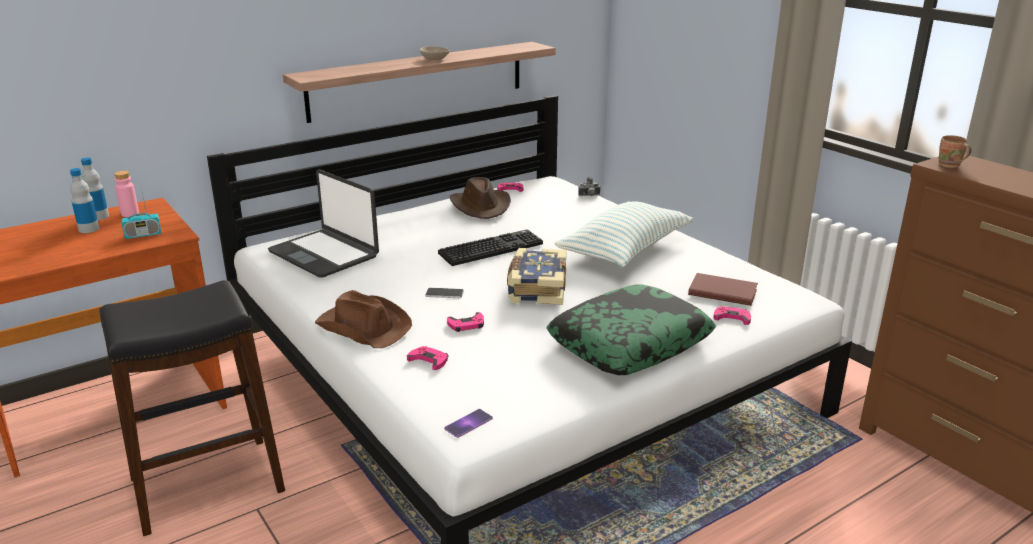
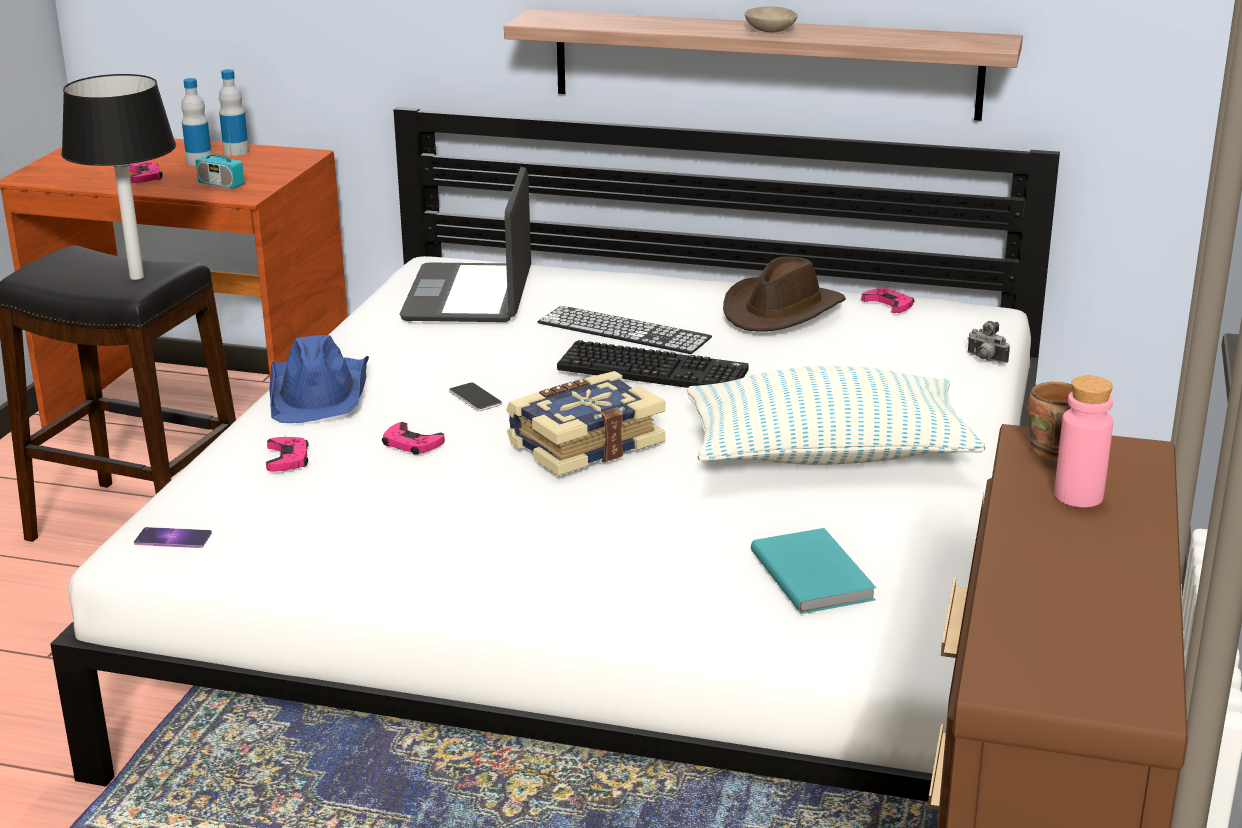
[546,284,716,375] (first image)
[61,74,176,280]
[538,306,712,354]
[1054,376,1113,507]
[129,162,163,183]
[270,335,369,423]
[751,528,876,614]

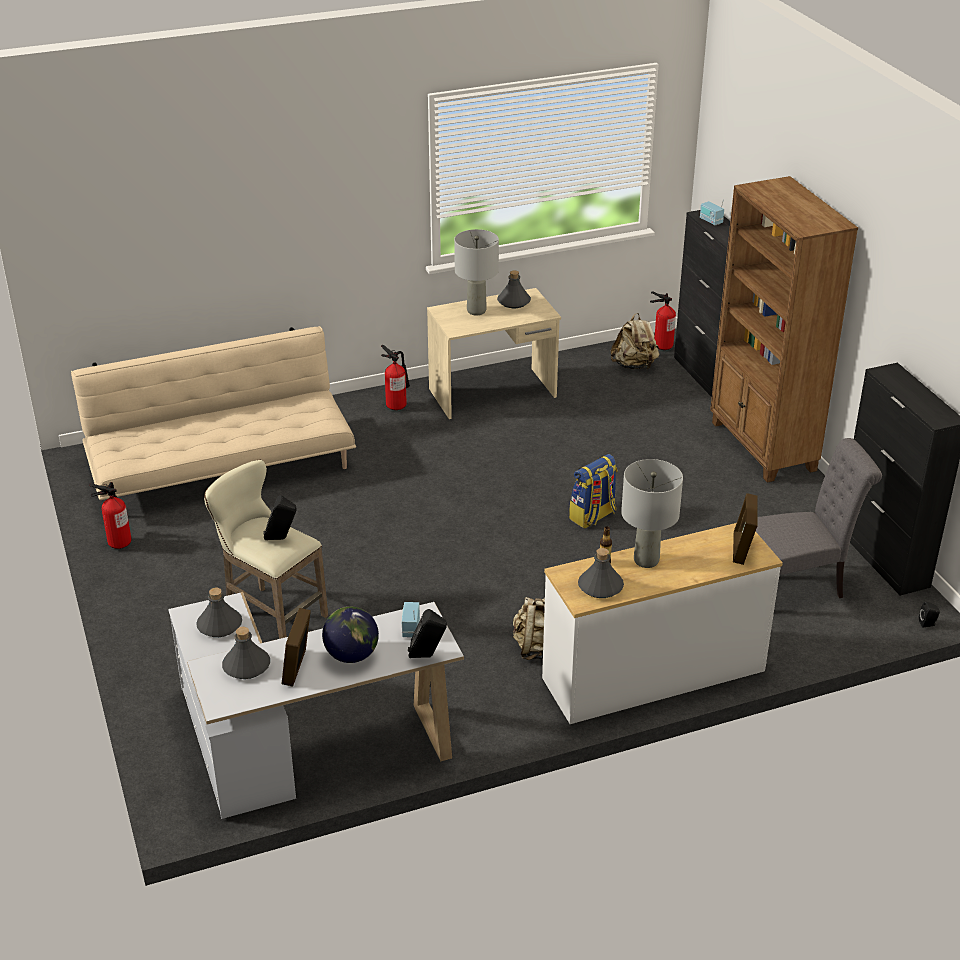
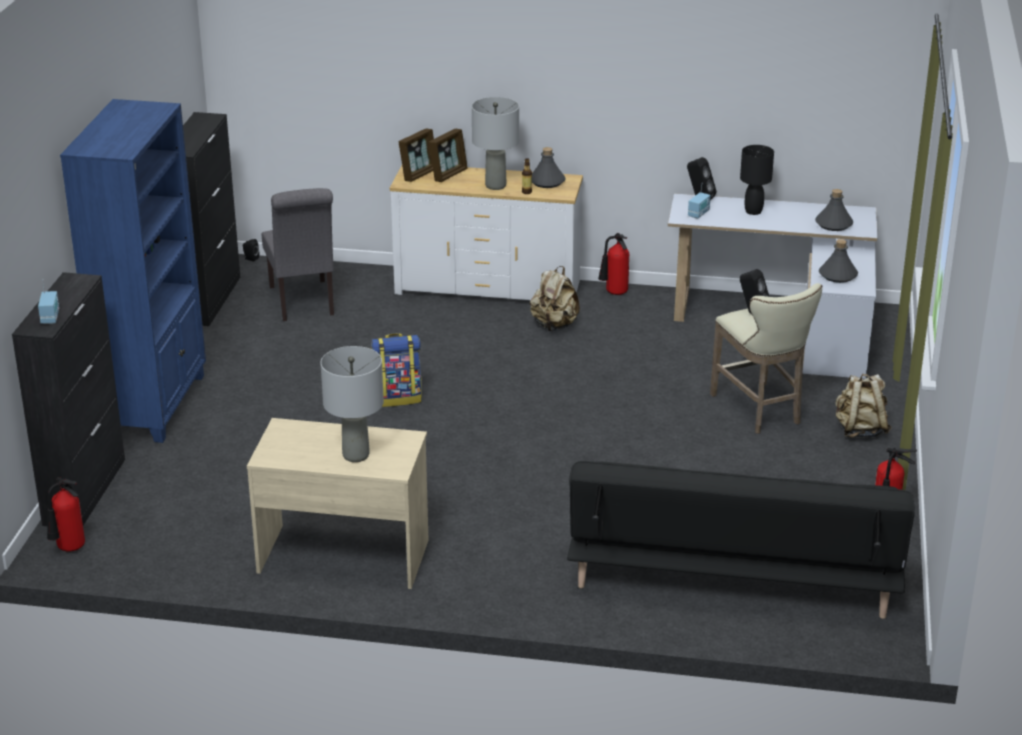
[497,271,531,308] (first image)
[429,129,468,182]
[598,233,629,295]
[835,374,892,438]
[740,145,774,215]
[567,461,915,619]
[60,99,206,443]
[262,188,334,321]

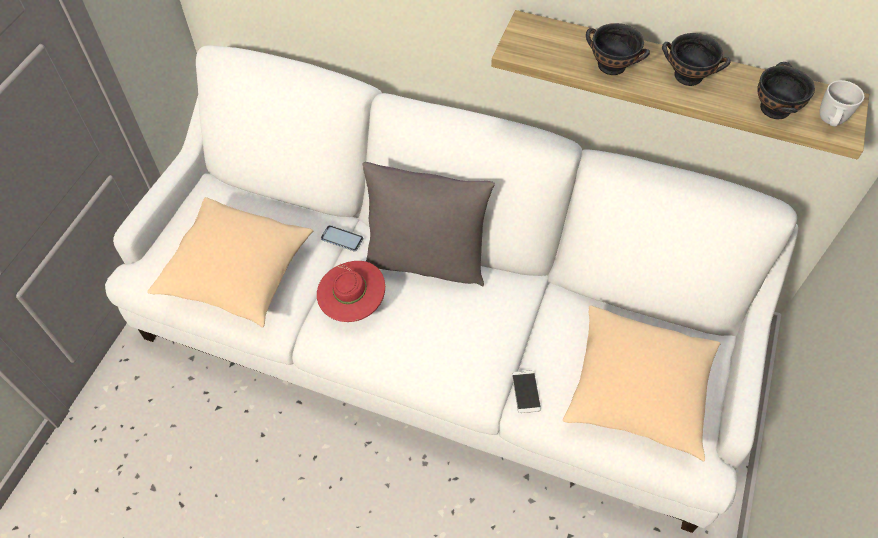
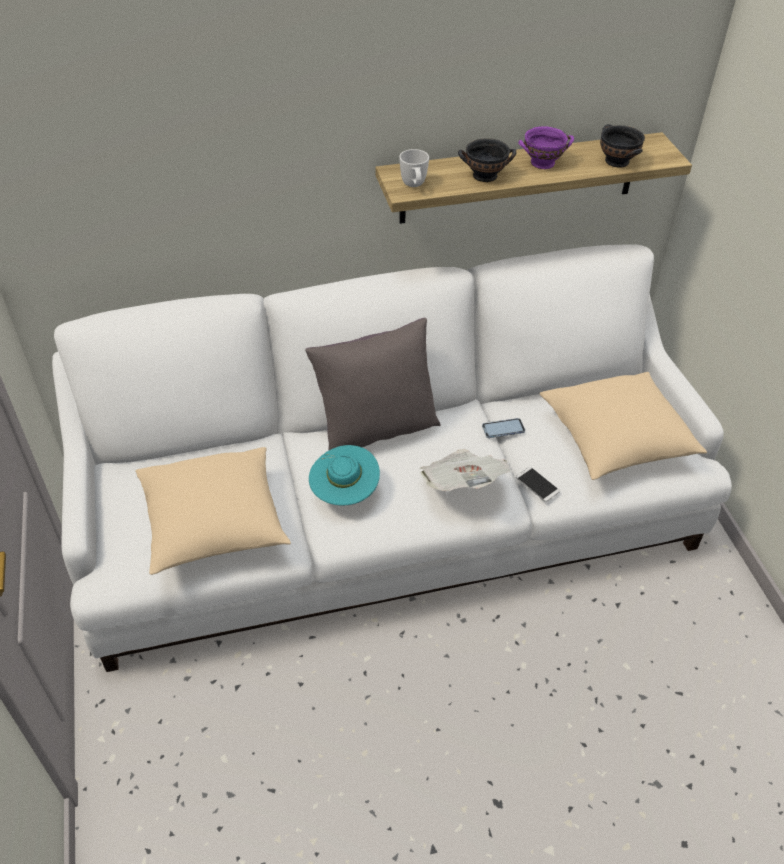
[420,449,511,491]
[482,418,525,438]
[399,149,429,187]
[309,445,380,506]
[518,126,574,169]

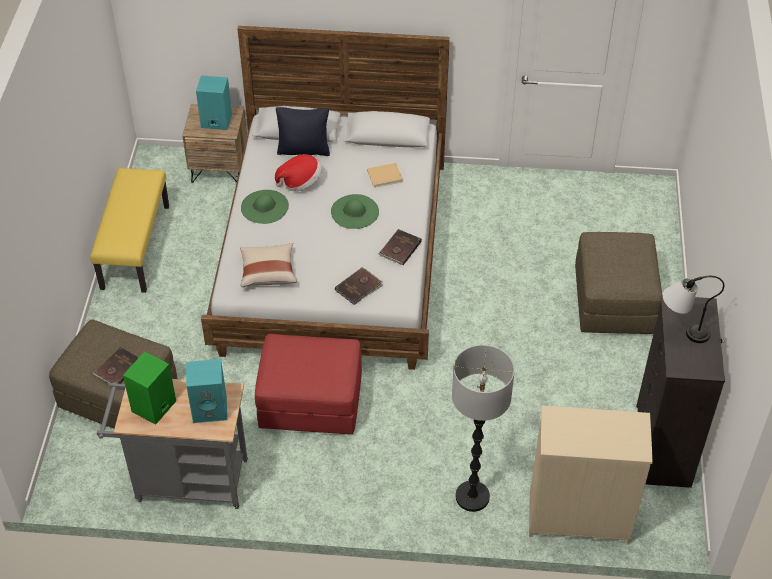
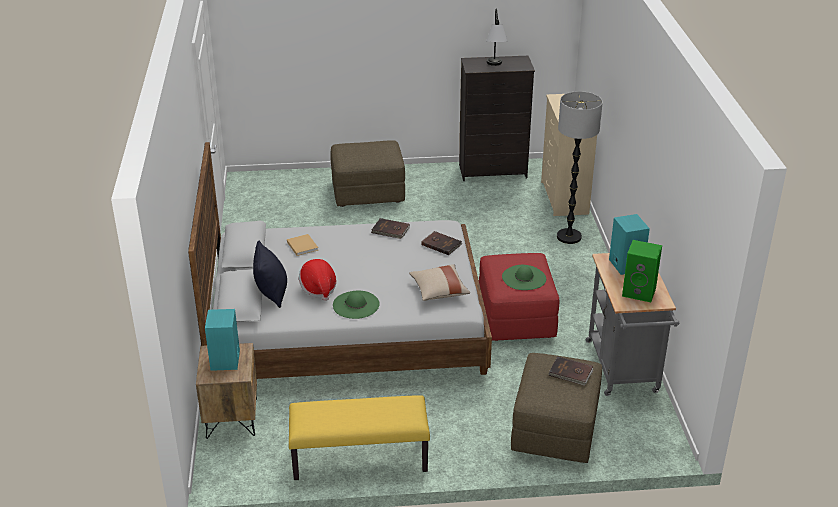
[502,265,546,290]

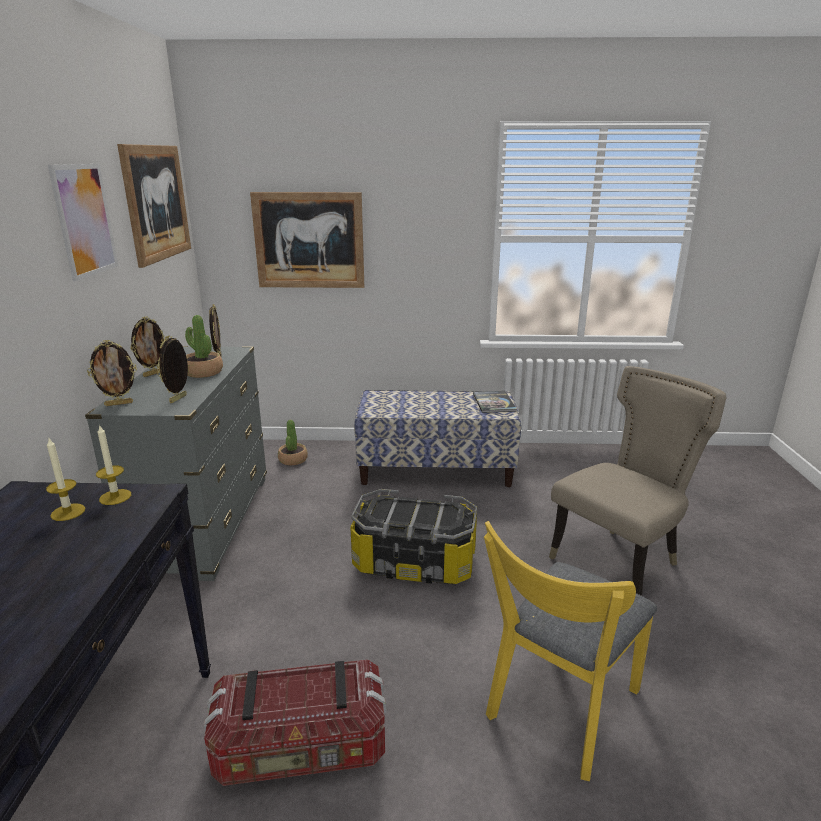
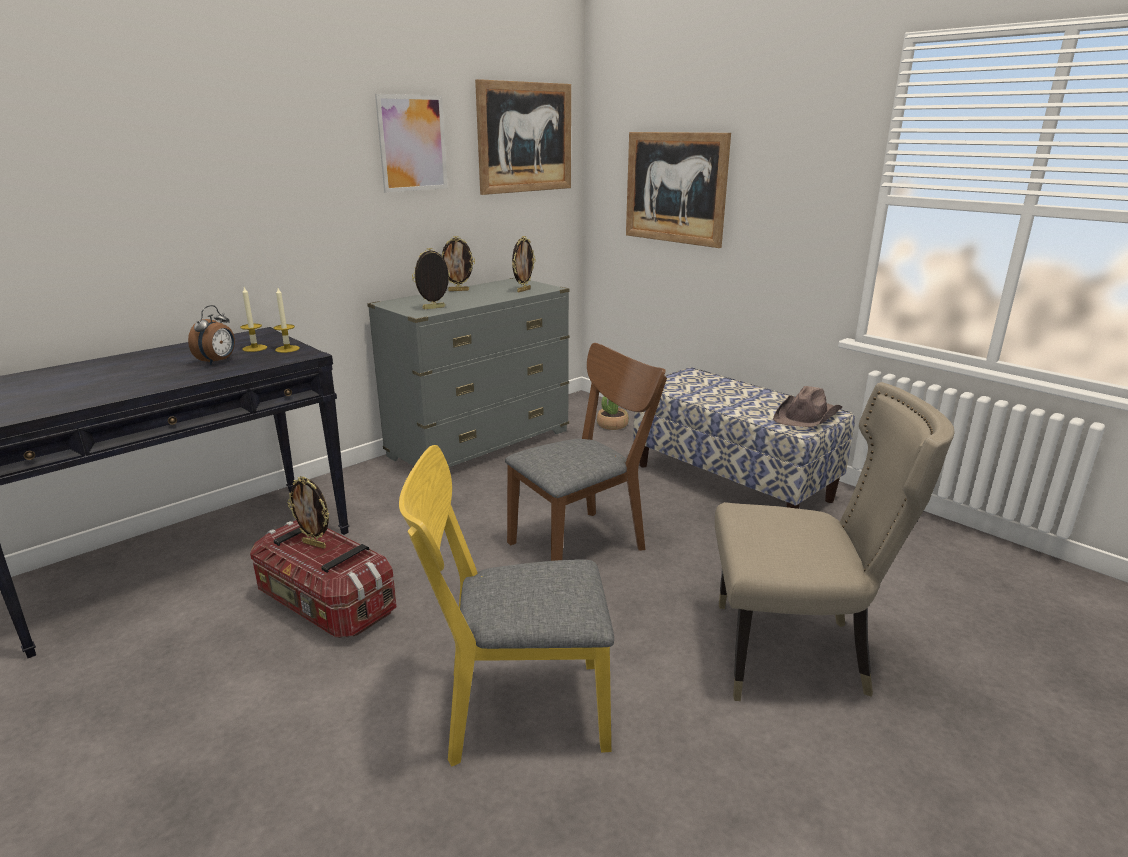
[185,315,223,378] (first image)
[188,305,235,365]
[287,476,329,549]
[505,343,667,561]
[773,386,842,427]

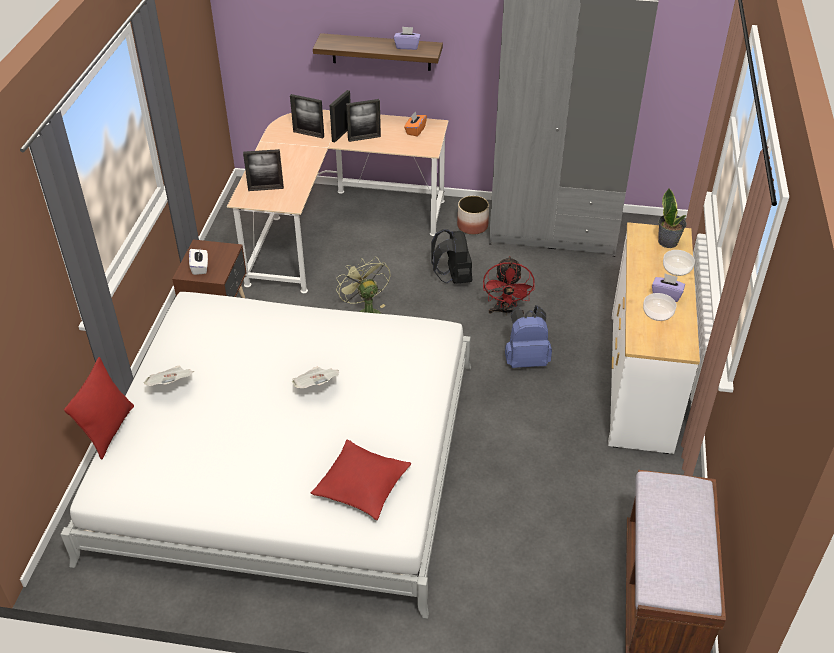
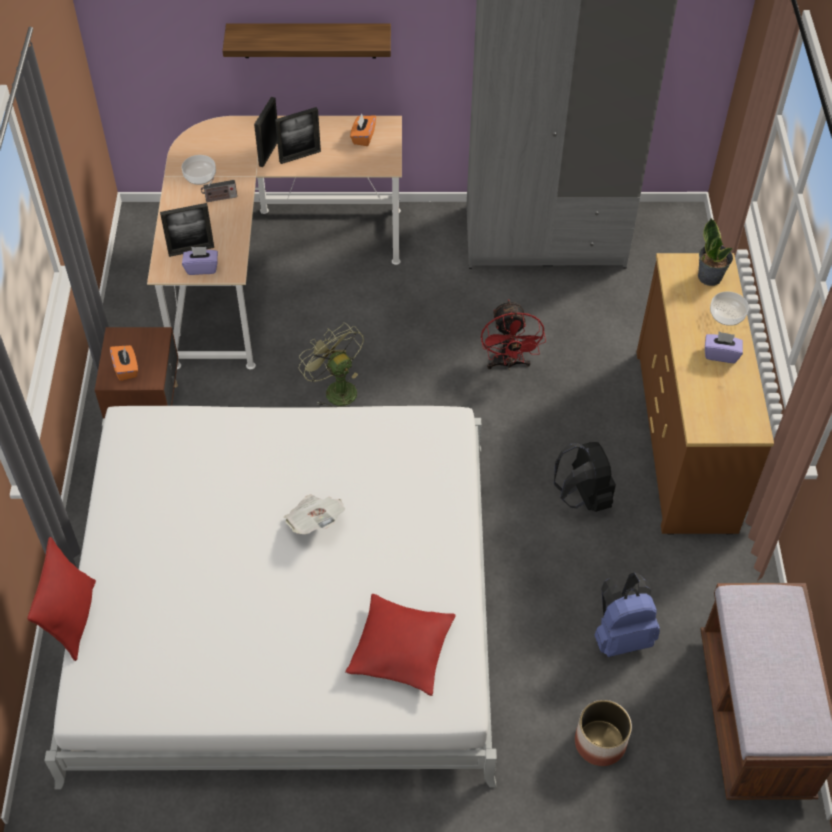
[144,366,194,386] (first image)
[290,94,324,138] (first image)
[201,177,237,202]
[182,247,218,275]
[554,442,616,512]
[575,700,632,766]
[594,573,660,657]
[182,155,216,185]
[110,345,138,381]
[636,253,774,535]

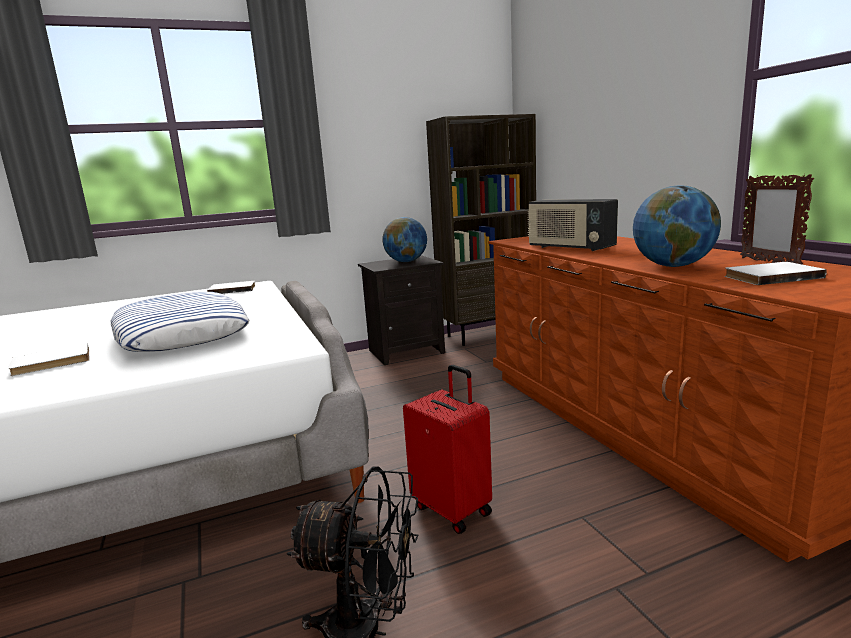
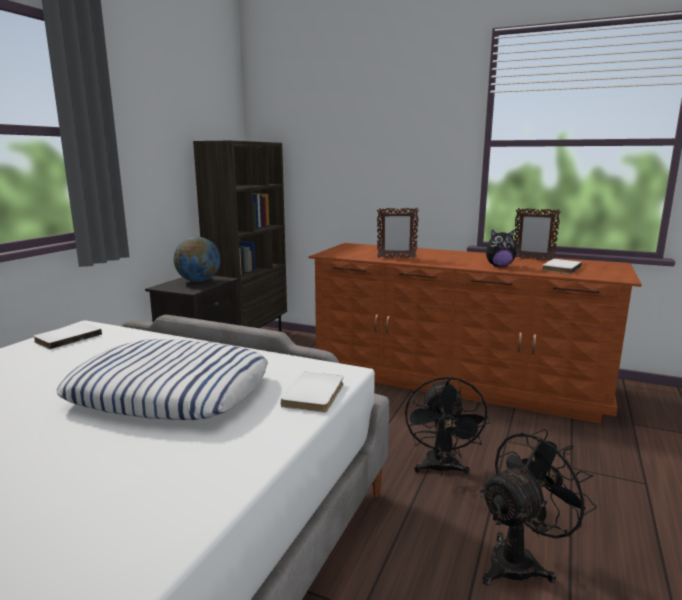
[281,372,343,413]
[405,376,490,476]
[377,208,419,258]
[486,230,516,267]

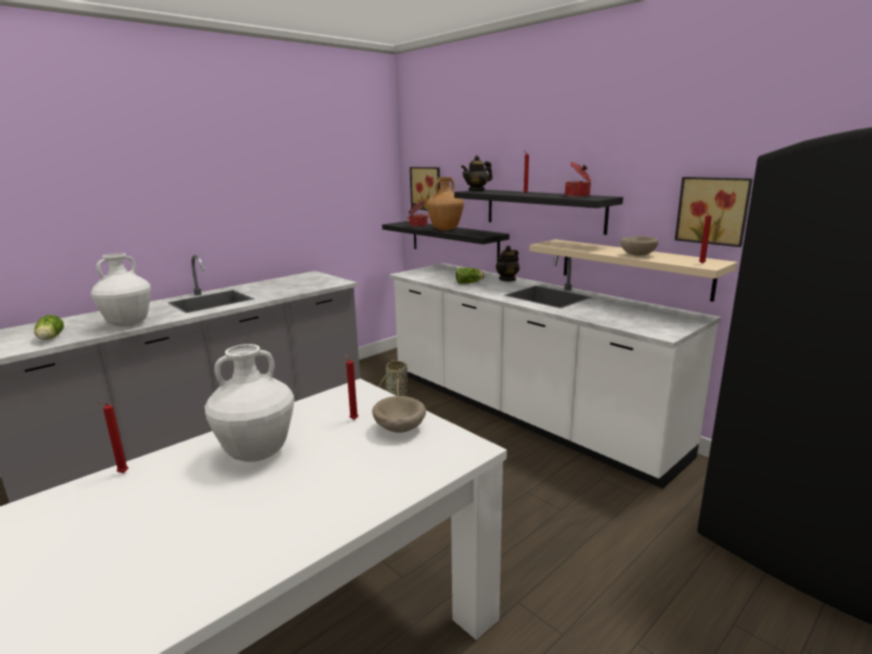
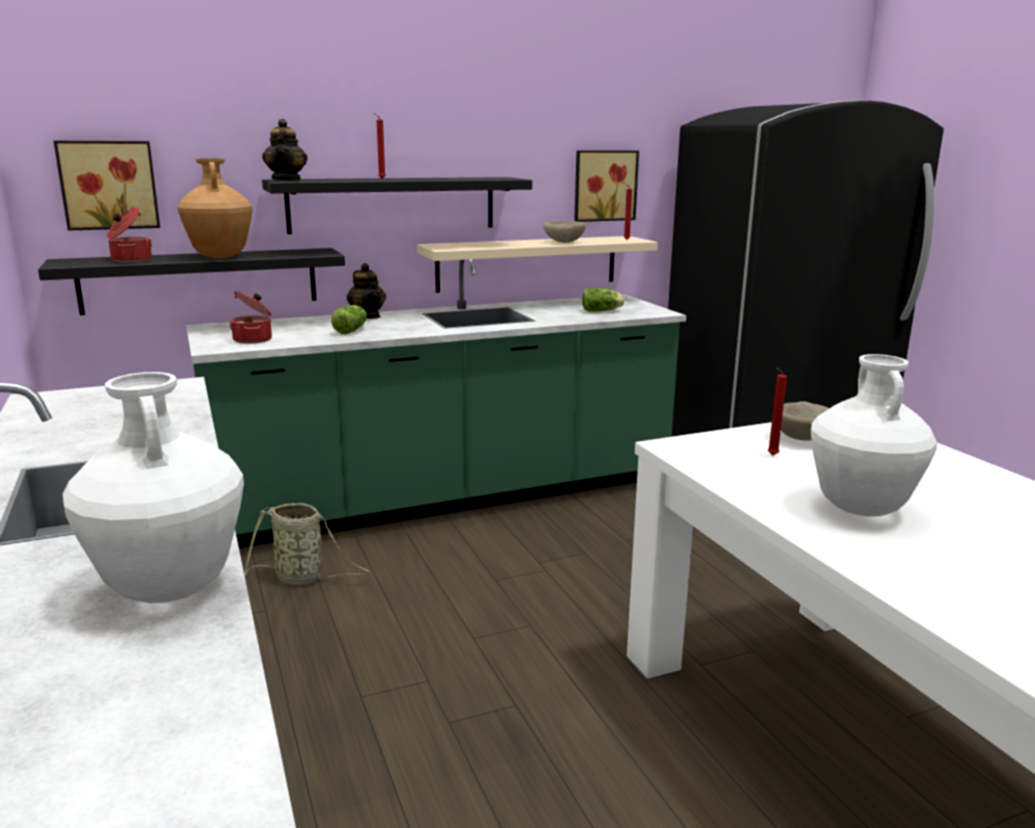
[97,402,128,473] (first image)
[582,288,625,312]
[229,291,272,344]
[186,259,686,548]

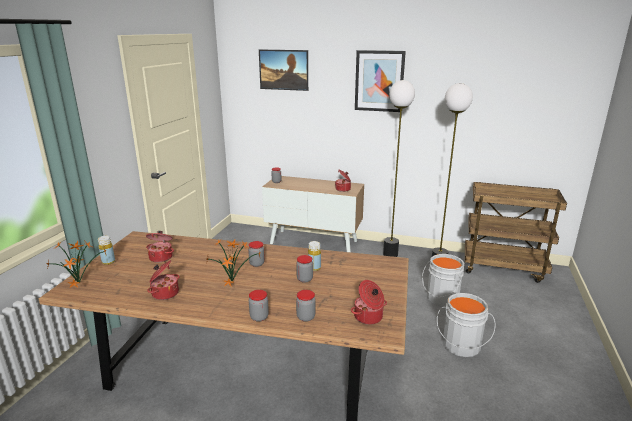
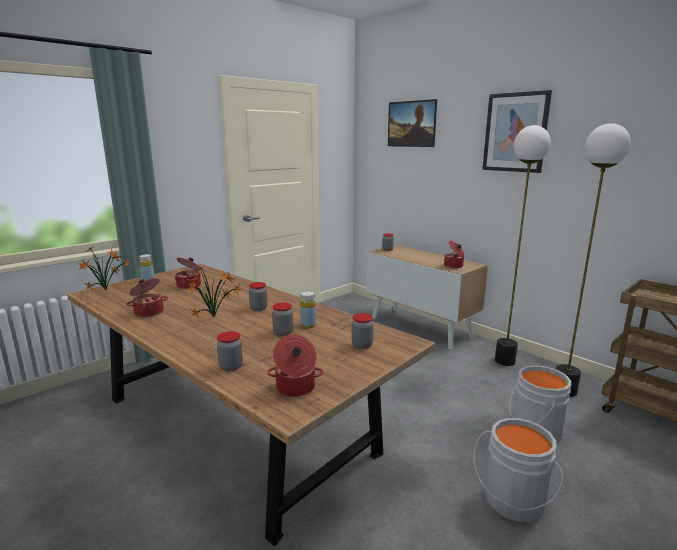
[352,313,374,349]

